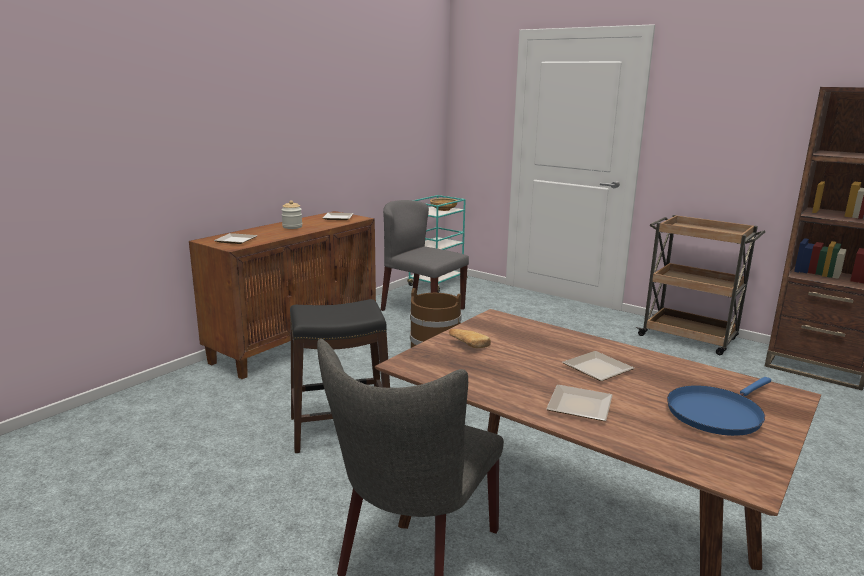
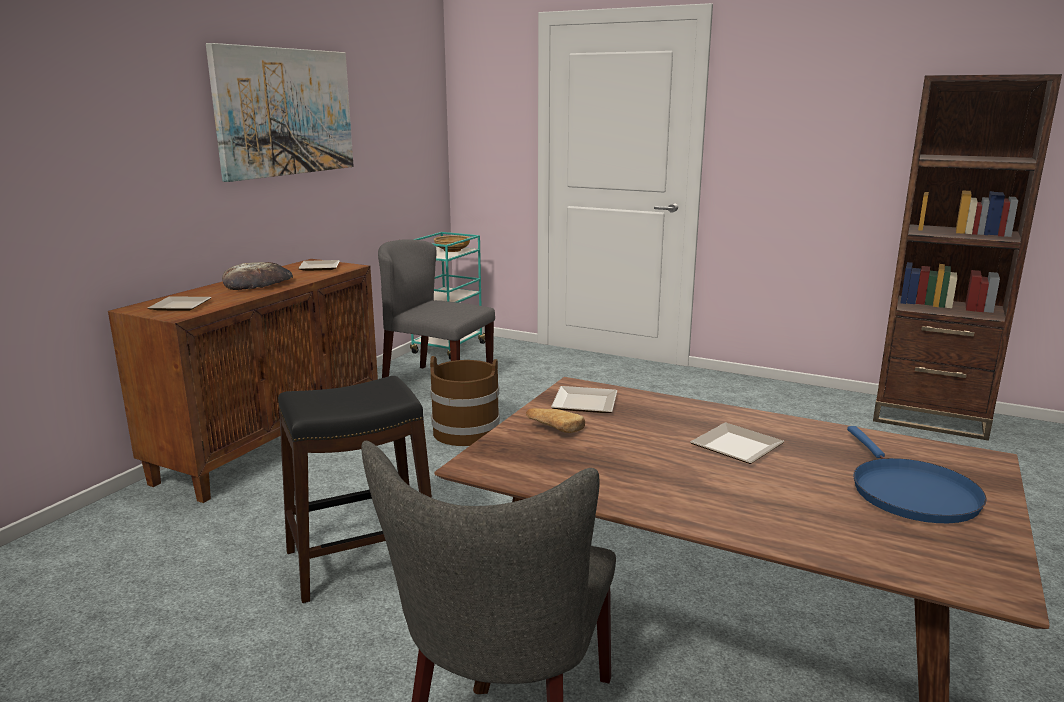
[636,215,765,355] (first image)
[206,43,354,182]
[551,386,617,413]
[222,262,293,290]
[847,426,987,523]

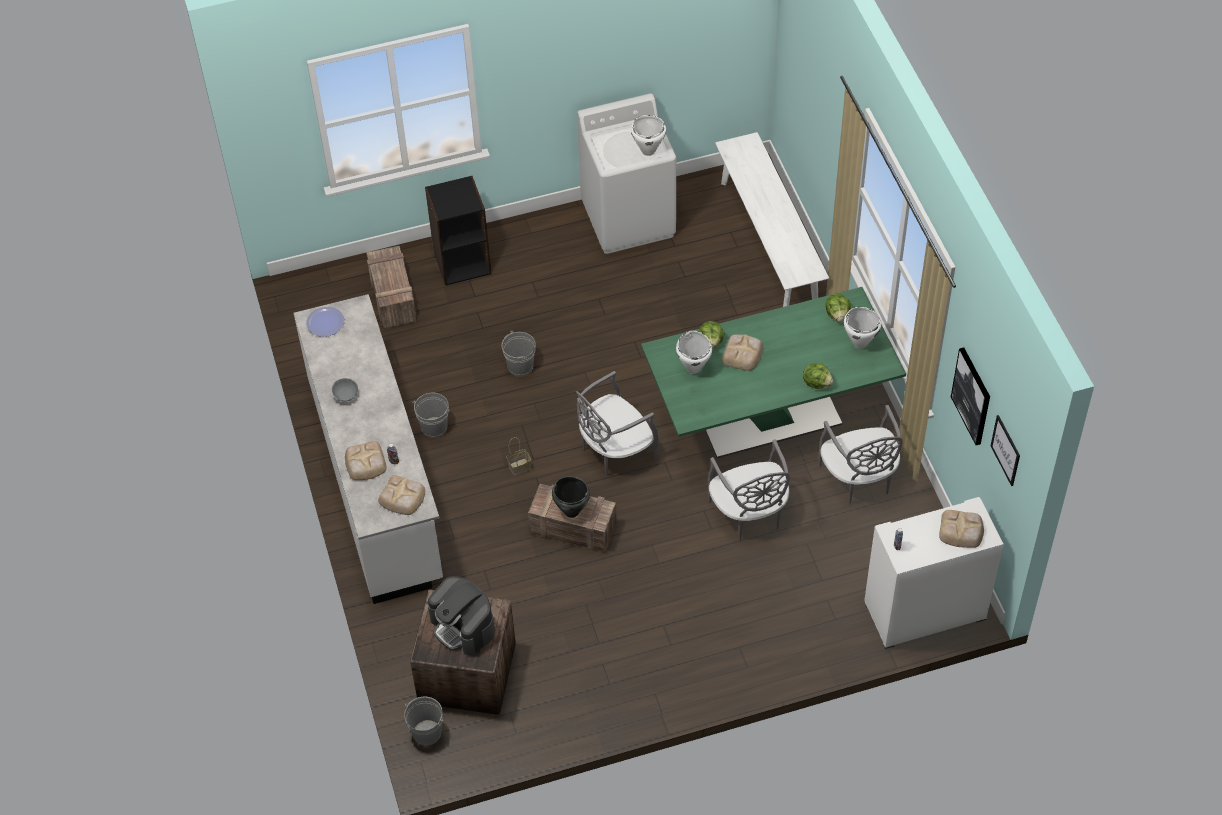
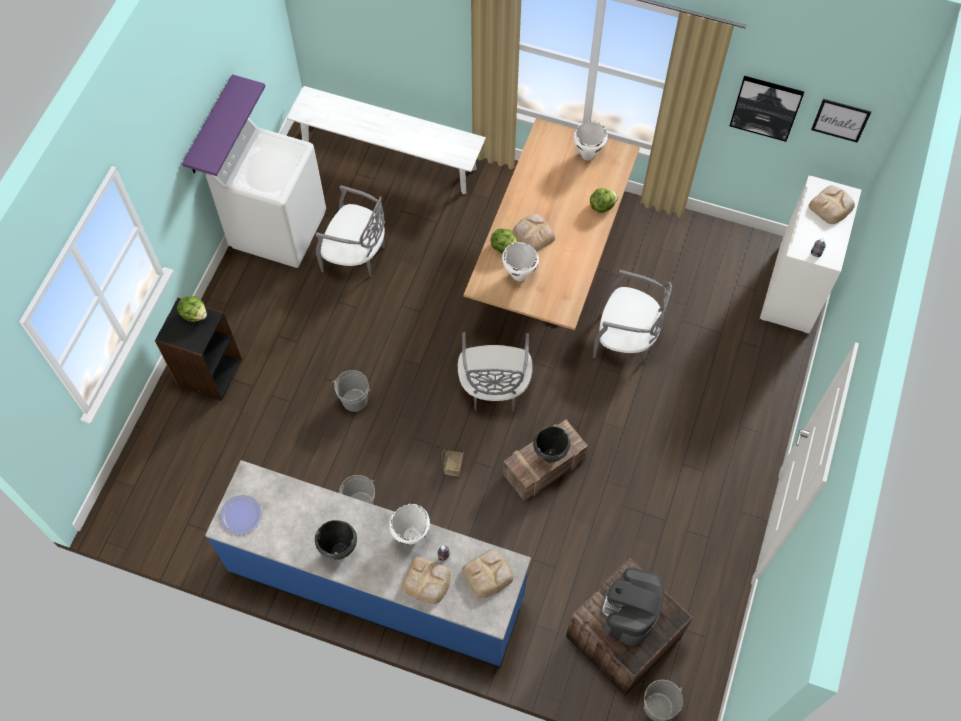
[366,246,417,328] (first image)
[182,74,265,176]
[389,504,430,544]
[316,185,385,277]
[177,296,207,322]
[315,520,357,560]
[205,460,531,668]
[464,118,640,330]
[600,567,664,645]

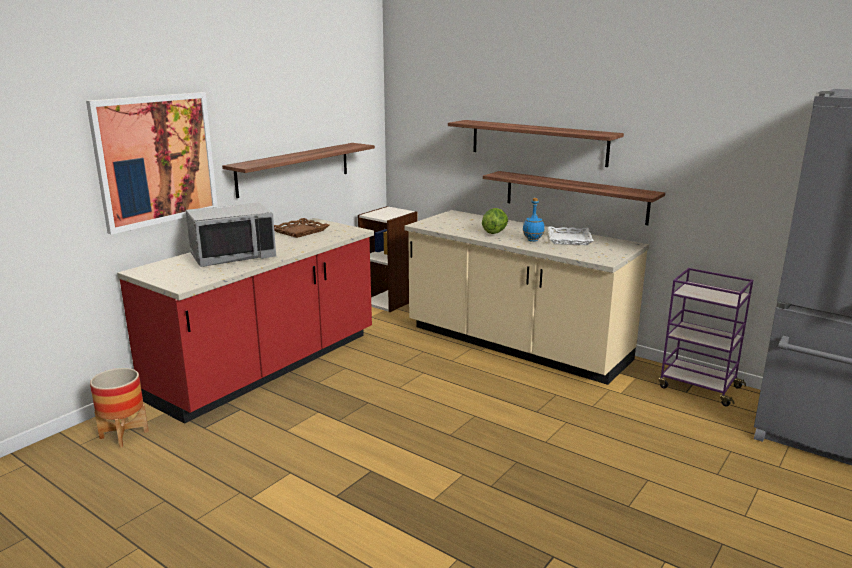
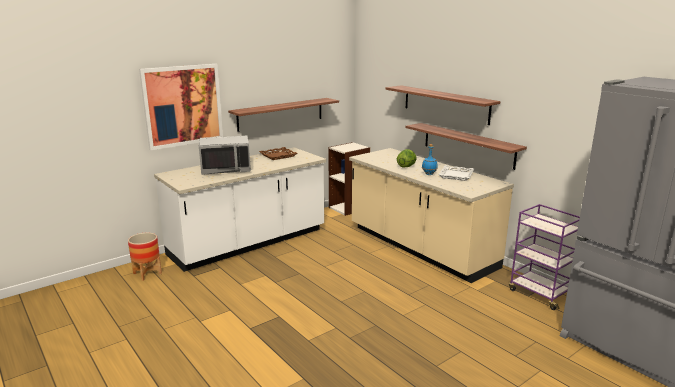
[154,147,326,272]

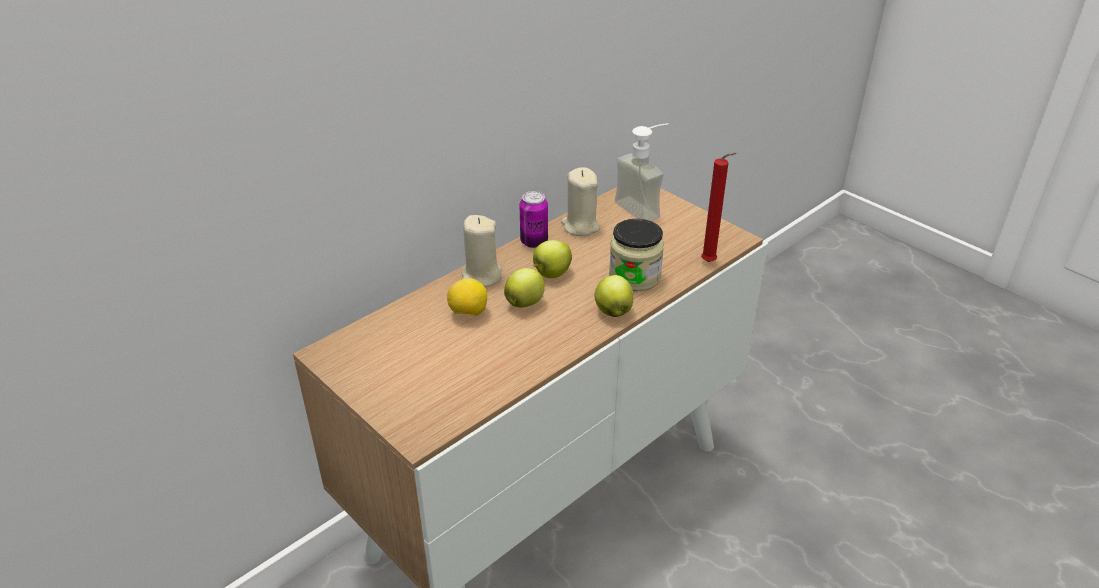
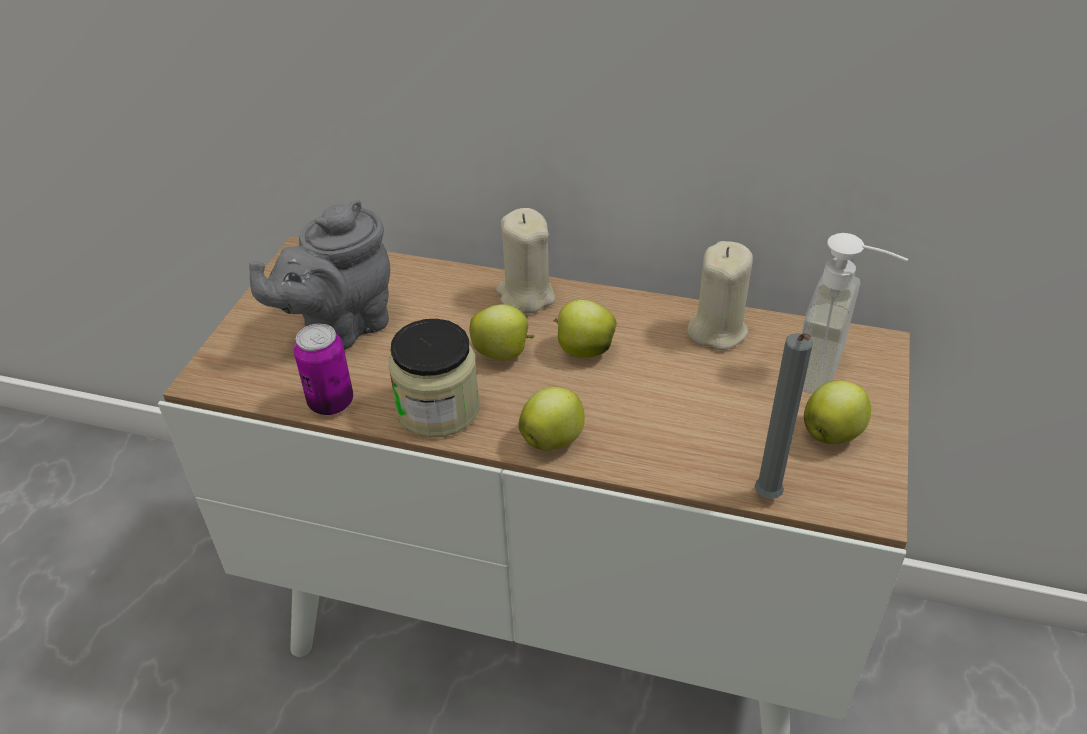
[447,278,487,316] (first image)
[249,199,390,350]
[804,380,871,444]
[294,324,353,415]
[388,319,479,438]
[755,333,813,499]

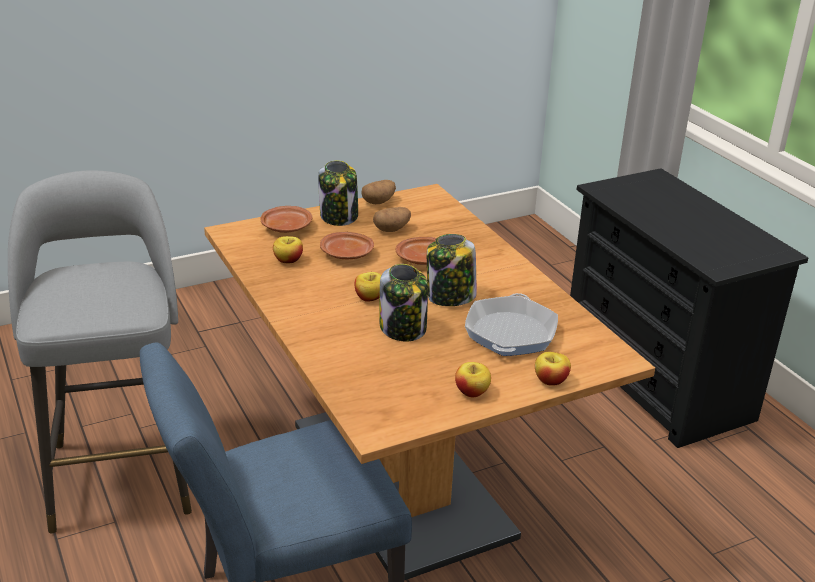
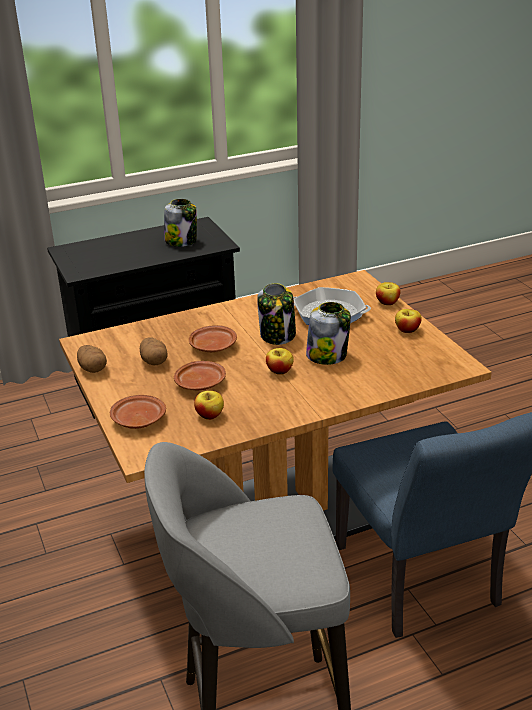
[164,199,197,247]

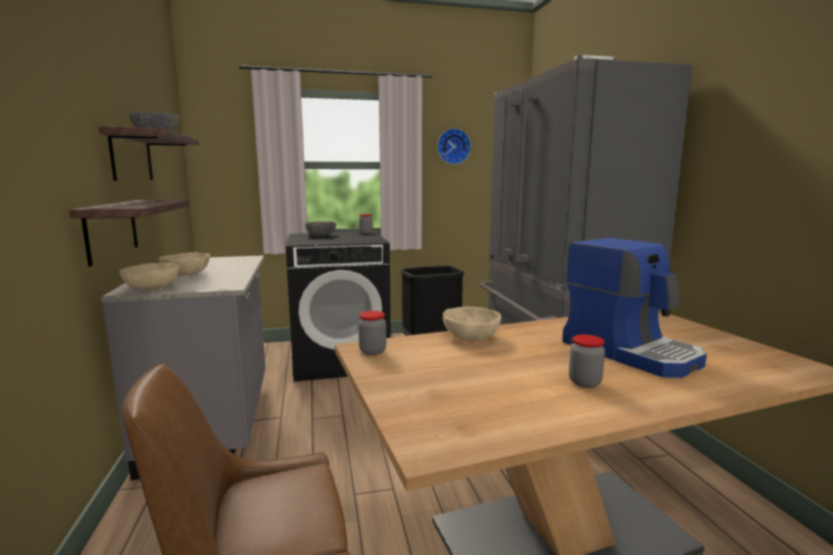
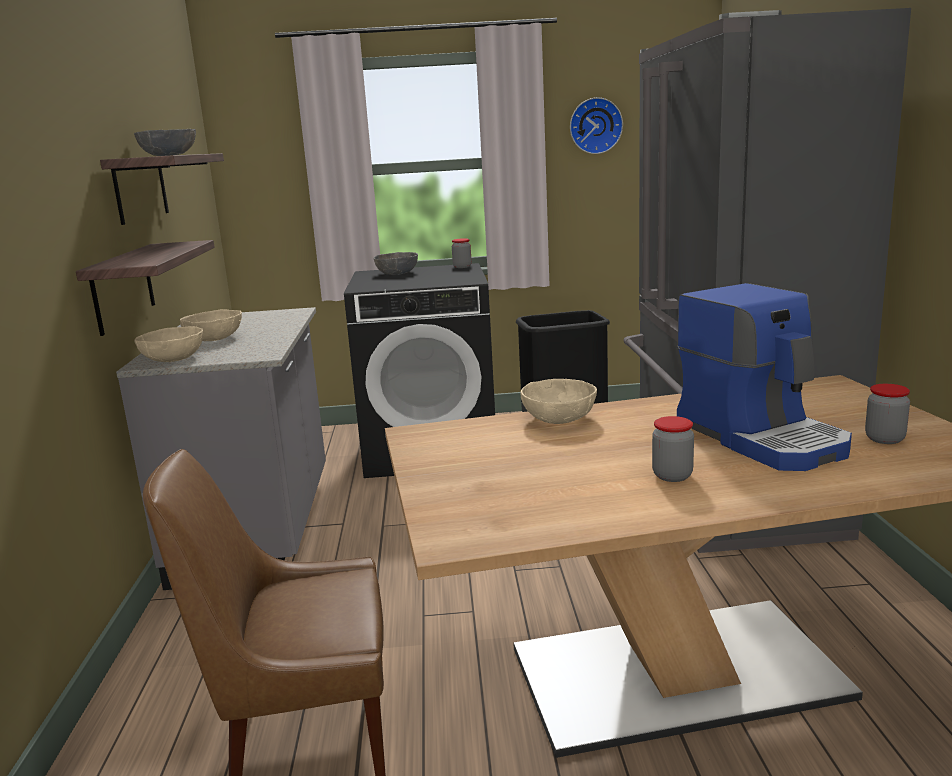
[865,384,910,444]

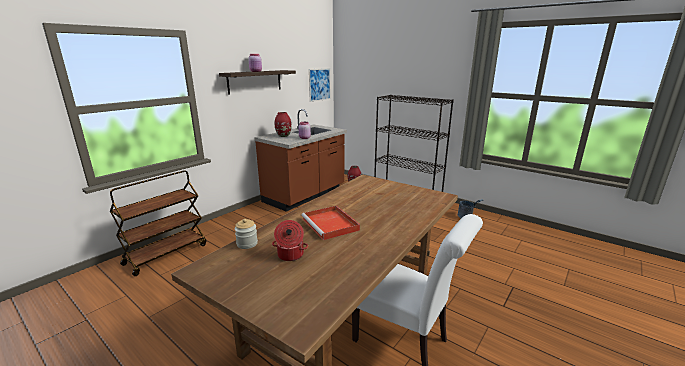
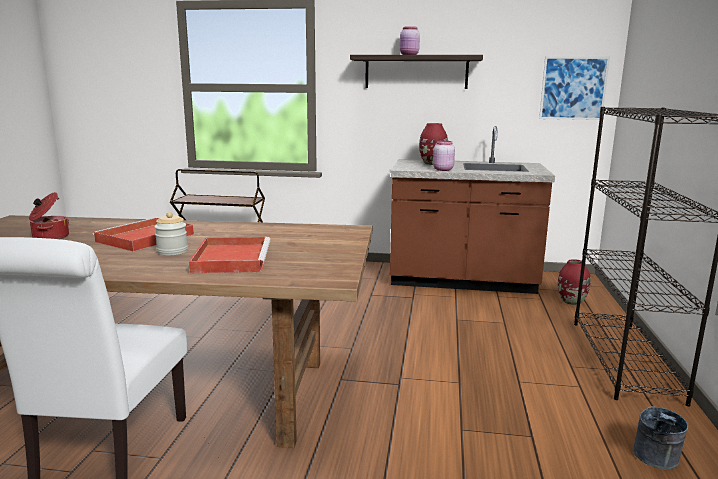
[189,237,271,273]
[154,212,188,256]

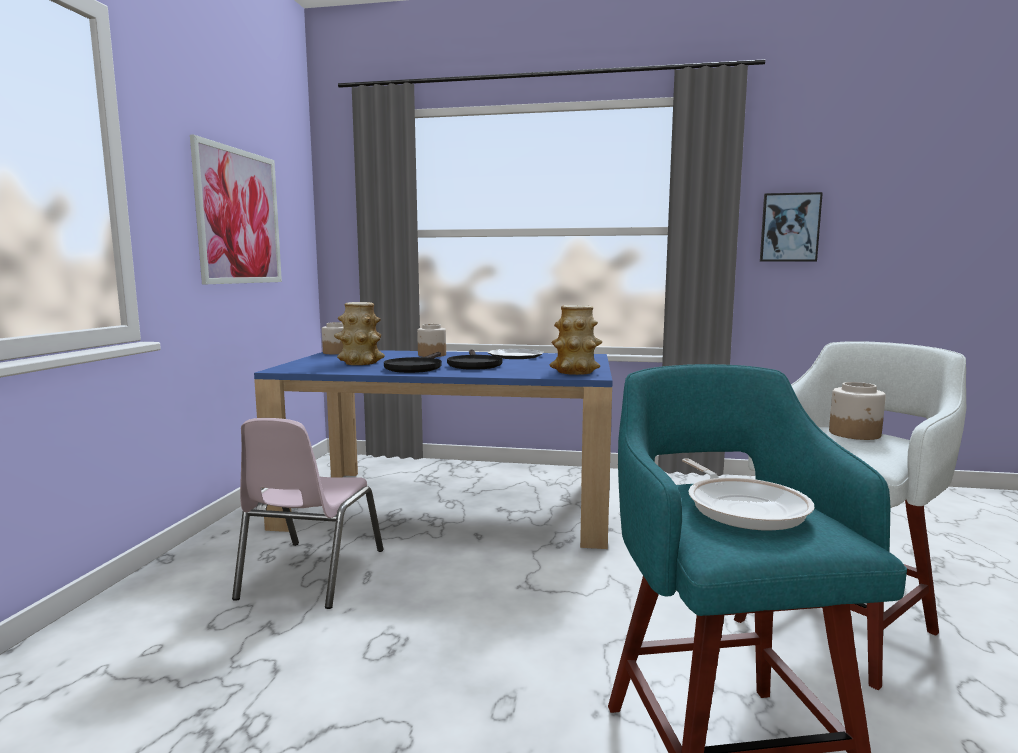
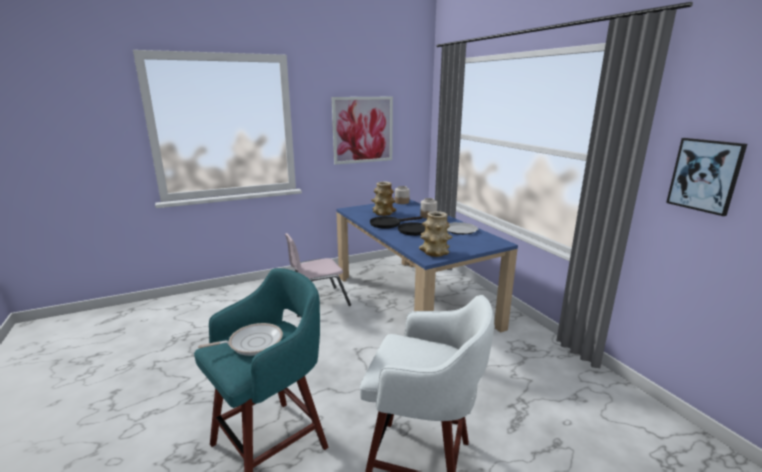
[829,382,886,440] (first image)
[198,323,283,356]

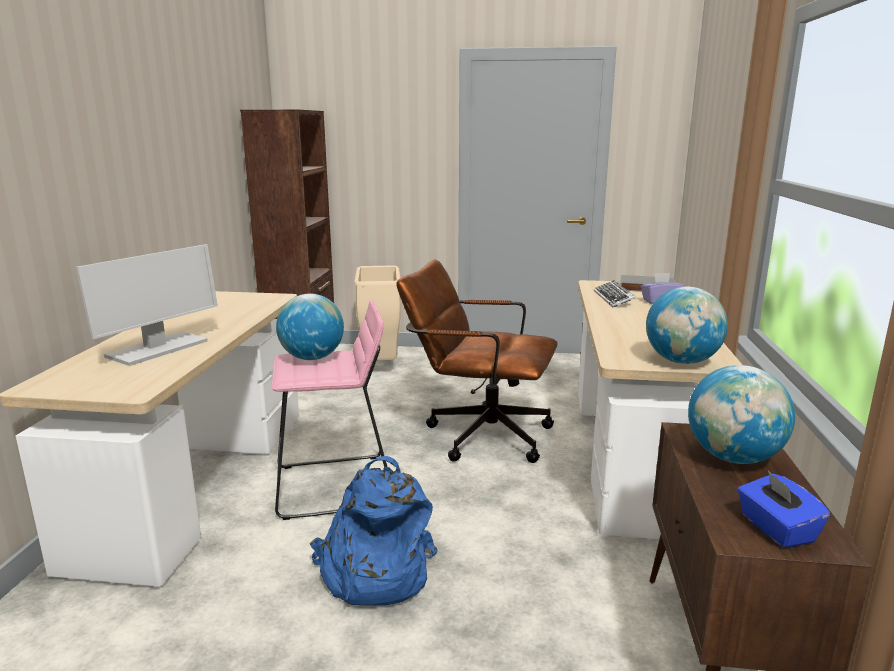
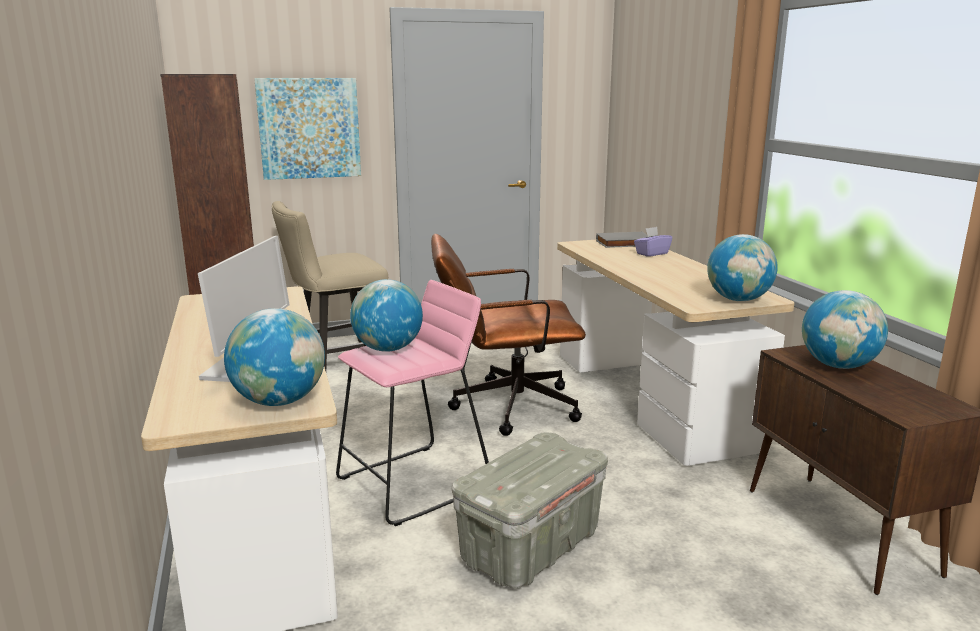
[594,280,636,307] (first image)
[738,471,830,548] (first image)
[224,308,325,406]
[254,78,361,180]
[452,432,608,588]
[272,201,388,371]

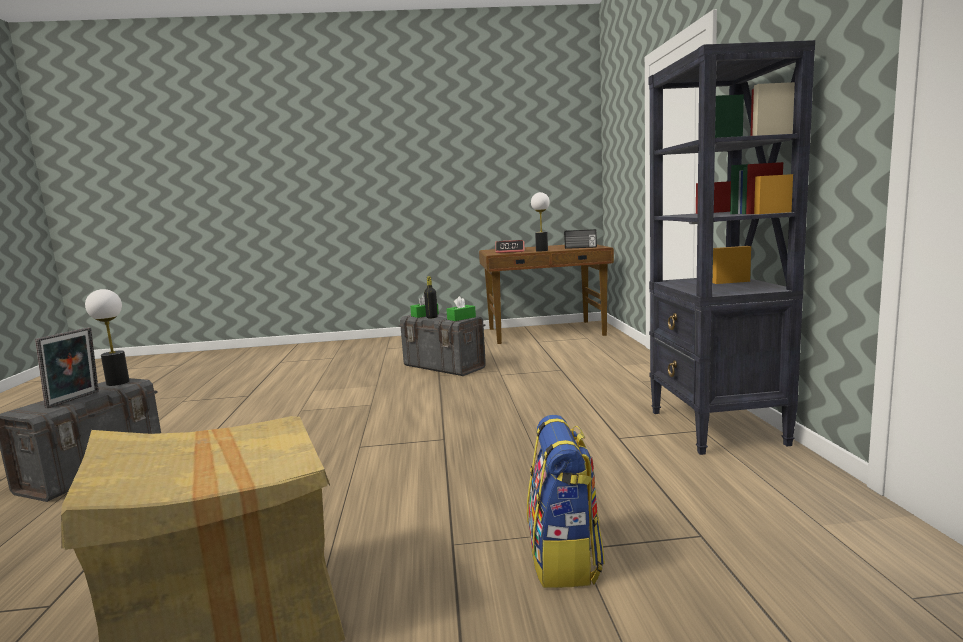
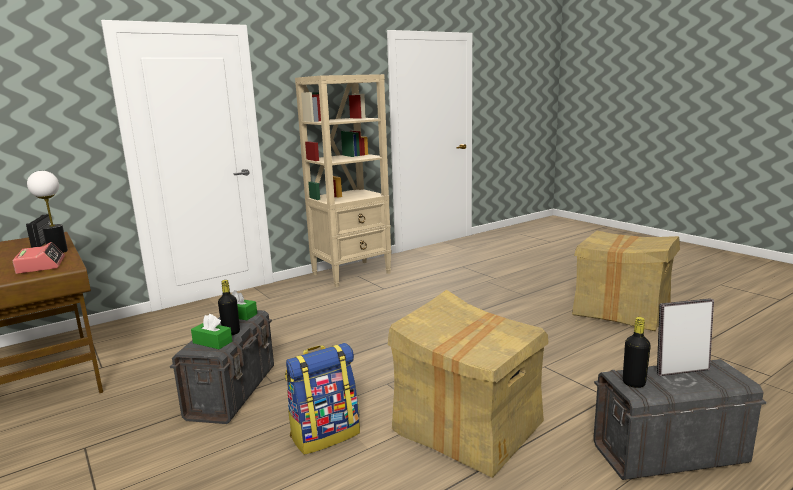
[388,290,548,478]
[285,343,360,455]
[623,317,651,388]
[295,74,391,288]

